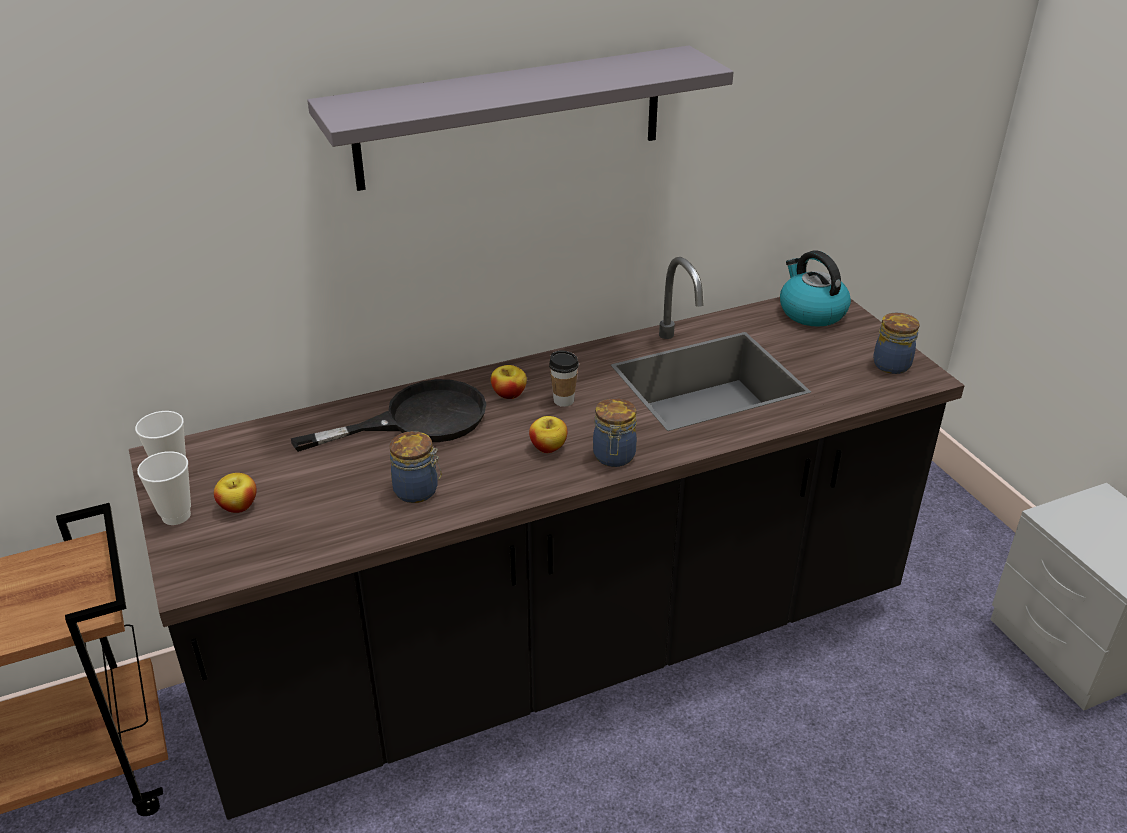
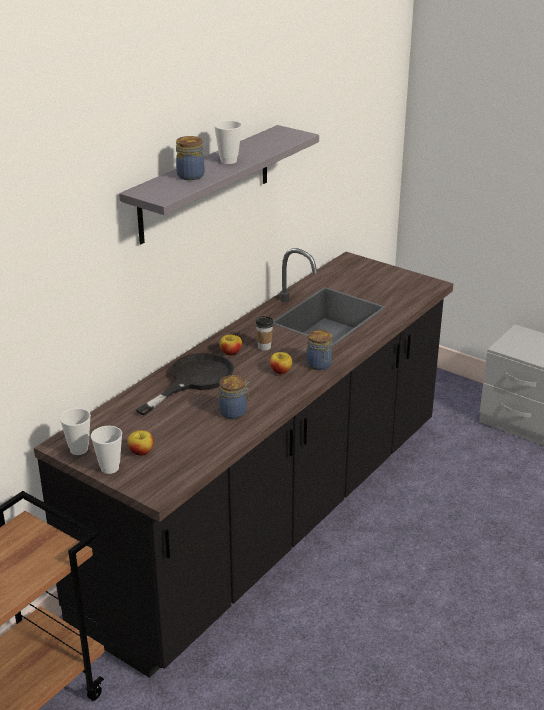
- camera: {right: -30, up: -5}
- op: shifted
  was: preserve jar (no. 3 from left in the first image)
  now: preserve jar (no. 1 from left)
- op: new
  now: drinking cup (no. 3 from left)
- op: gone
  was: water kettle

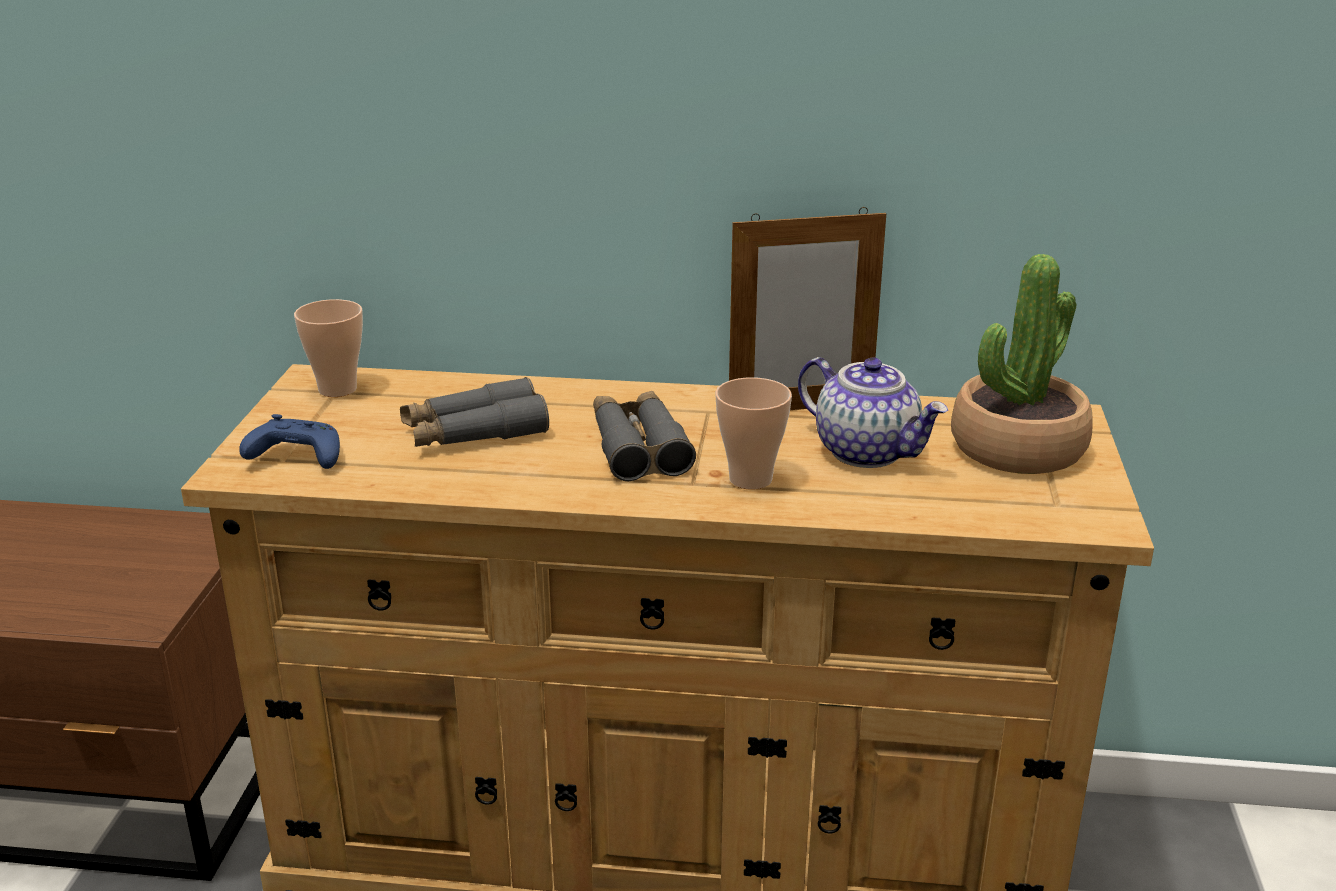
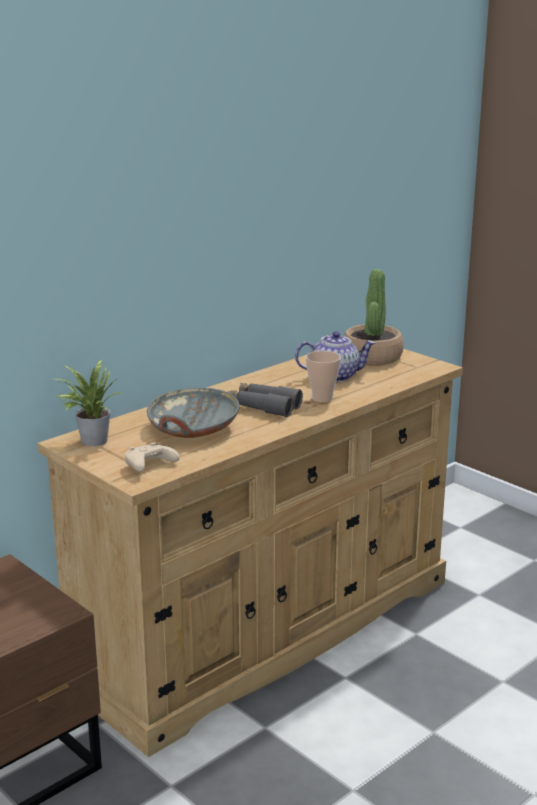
- camera: {right: -50, up: -5}
- op: swapped
  was: drinking cup (no. 1 from left)
  now: houseplant (no. 1 from left)
- op: repainted
  was: gamepad/blue-coloured
  now: gamepad/beige-coloured
- op: swapped
  was: pair of binoculars/grey (no. 1 from left)
  now: bowl/grey
- op: gone
  was: photo frame

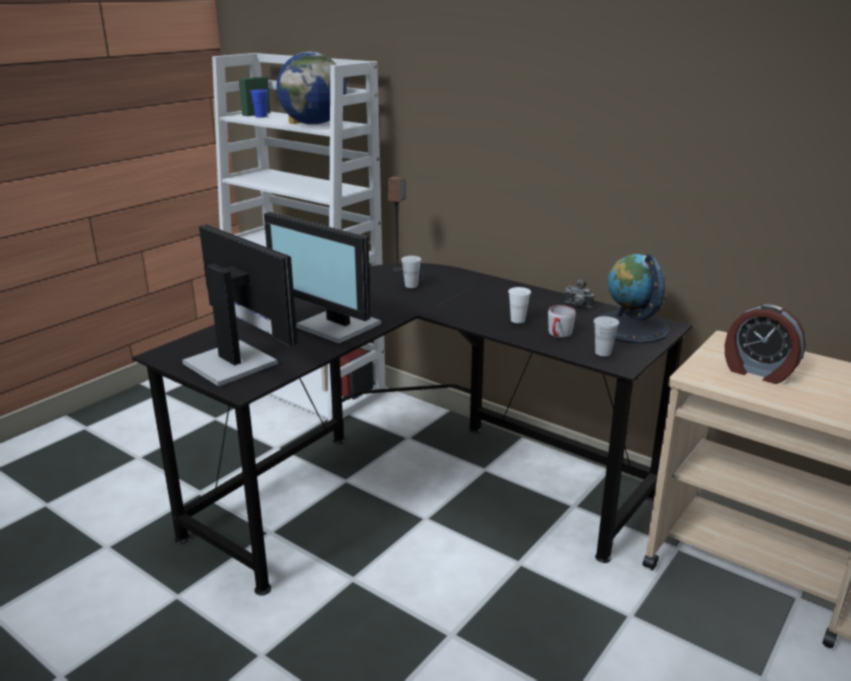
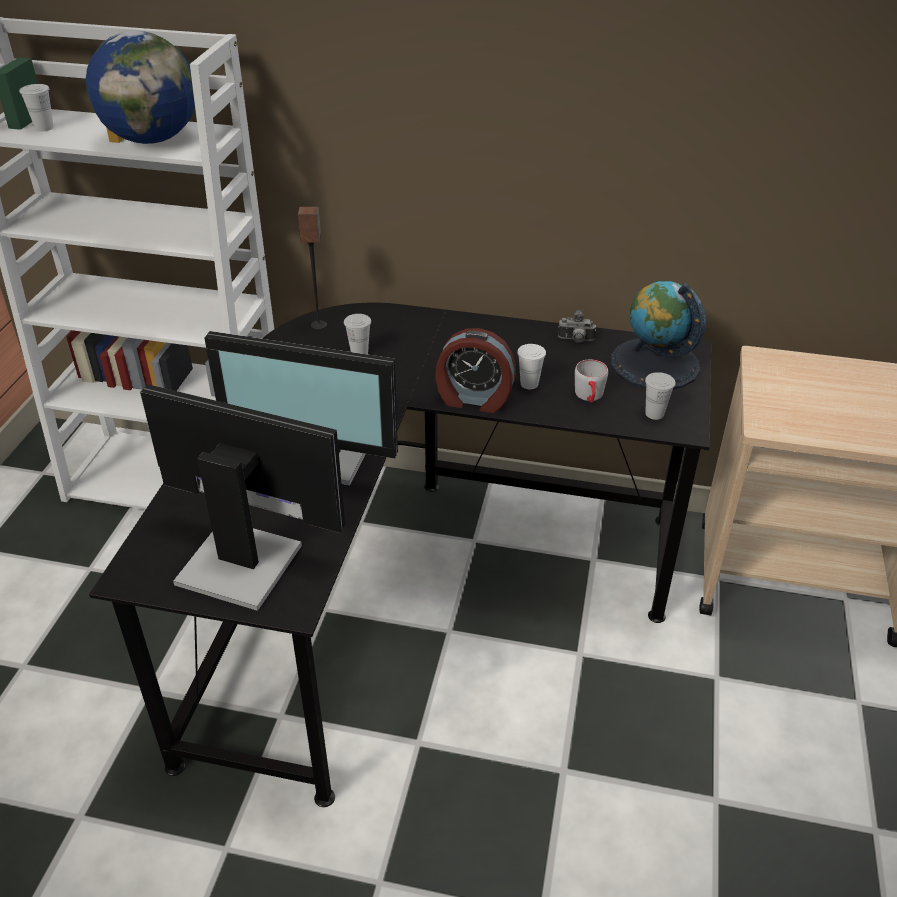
- camera: {right: -25, up: 15}
- op: repainted
  was: drinking cup/blue-coloured
  now: drinking cup/white (no. 1 from left)
- op: shifted
  was: bedside clock

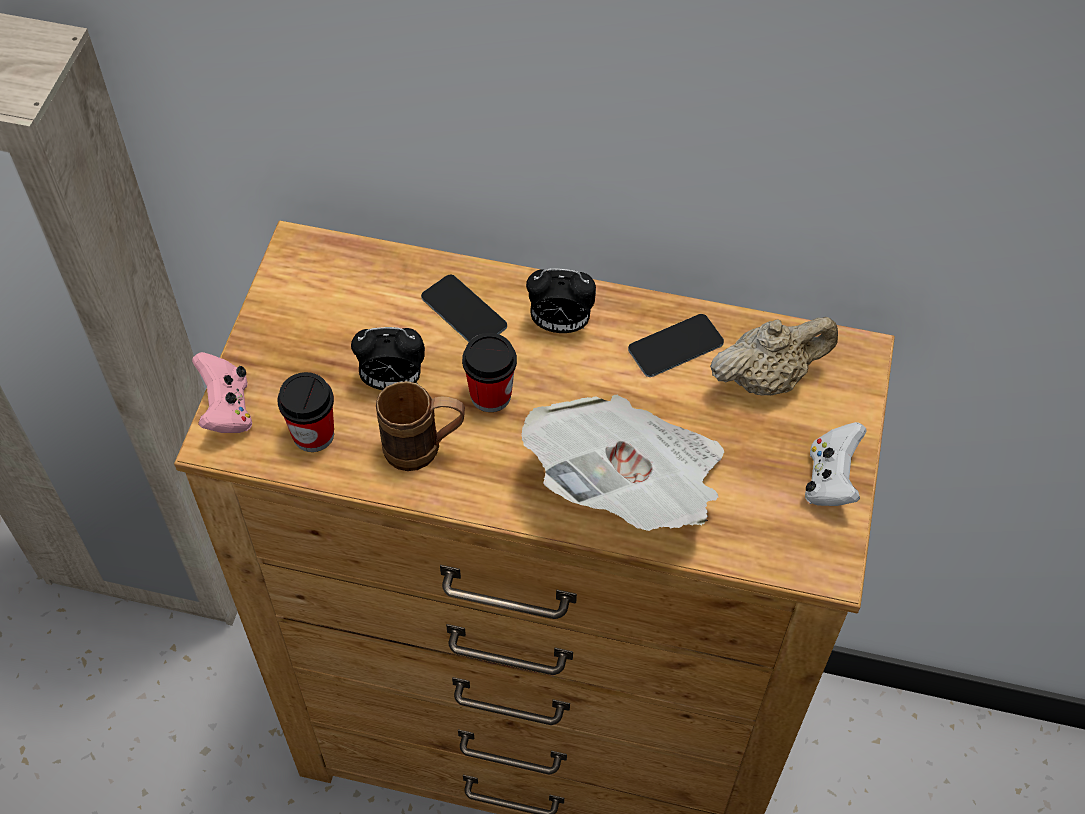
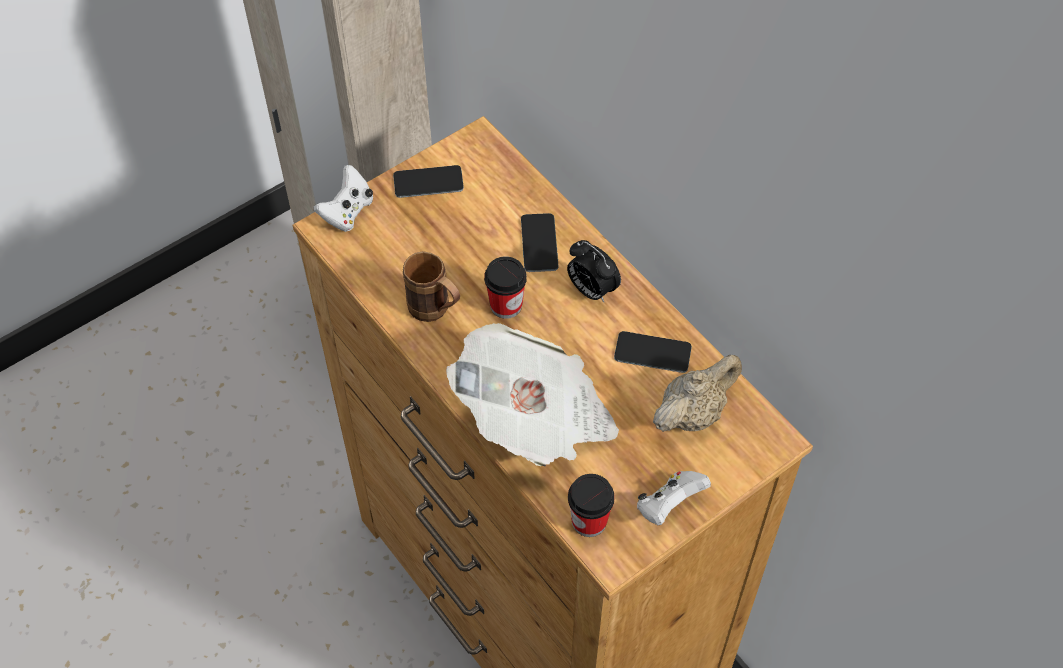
- camera: {right: 40, up: 0}
- op: repainted
  was: gamepad/pink-coloured
  now: gamepad/white (no. 1 from left)
- op: new
  now: telephone (no. 1 from left)
- op: shifted
  was: drinking cup (no. 1 from left in the first image)
  now: drinking cup (no. 2 from left)
- op: rotated
  was: teapot/beige-coloured
  clockwise: -60
- op: gone
  was: bedside clock (no. 1 from left)

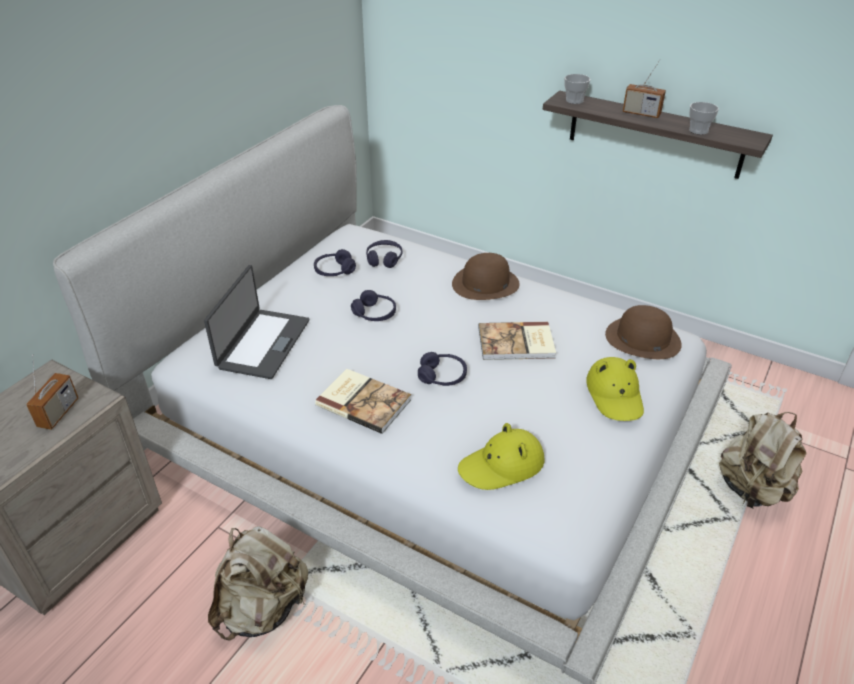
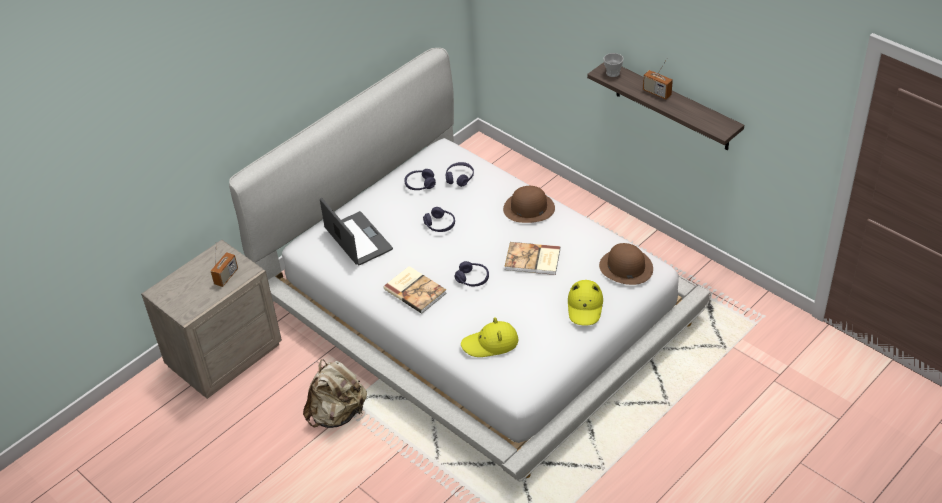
- camera: {right: 15, up: 5}
- op: rotated
  was: notebook computer
  clockwise: -60
- op: gone
  was: drinking cup (no. 2 from left)
- op: gone
  was: rucksack/beige-coloured (no. 2 from left)

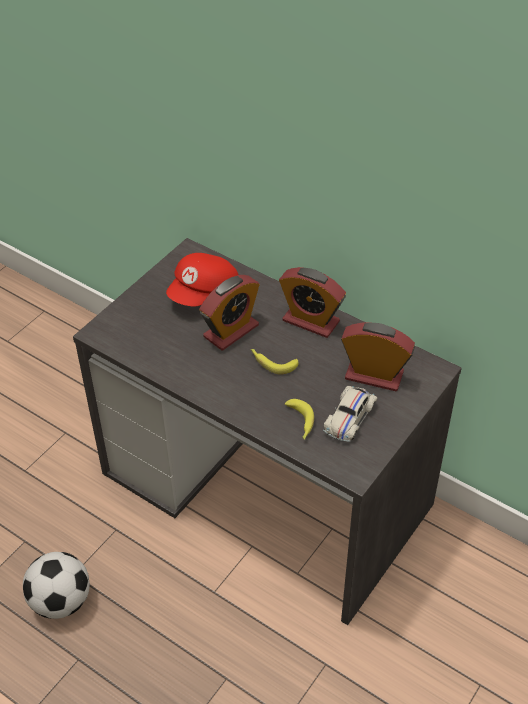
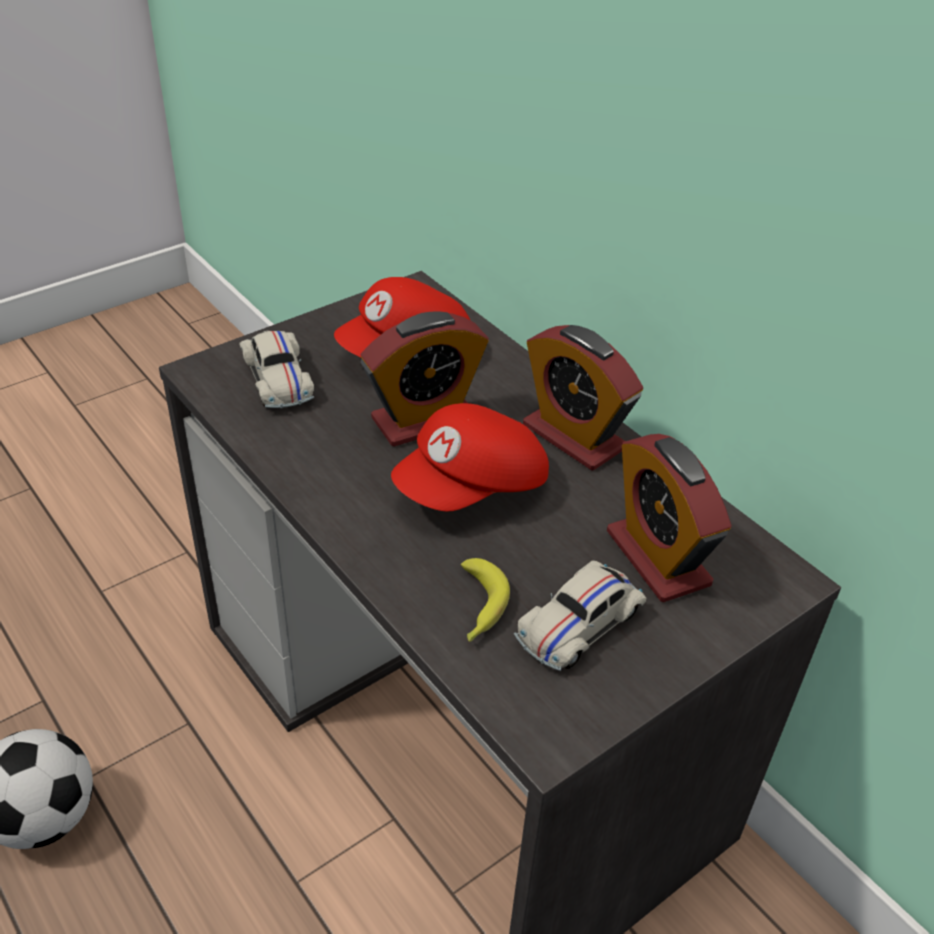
- camera: {right: 15, up: -5}
- op: new
  now: miniature car/white (no. 1 from left)
- op: swapped
  was: whole banana (no. 1 from left)
  now: peaked cap/reddish (no. 2 from left)
- op: rotated
  was: bedside clock (no. 3 from left)
  clockwise: -150

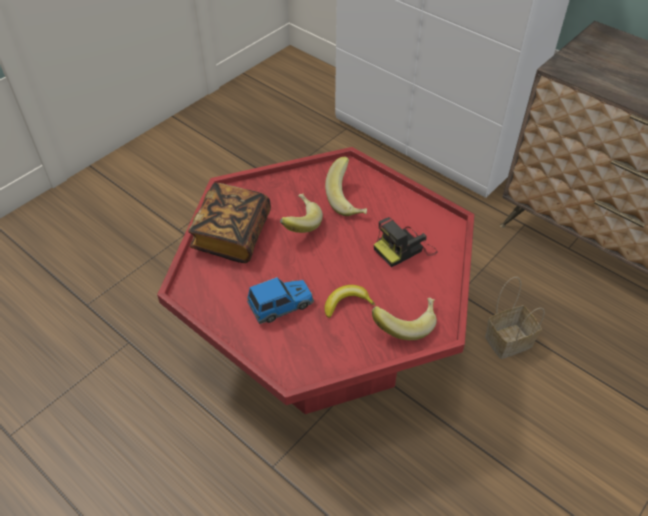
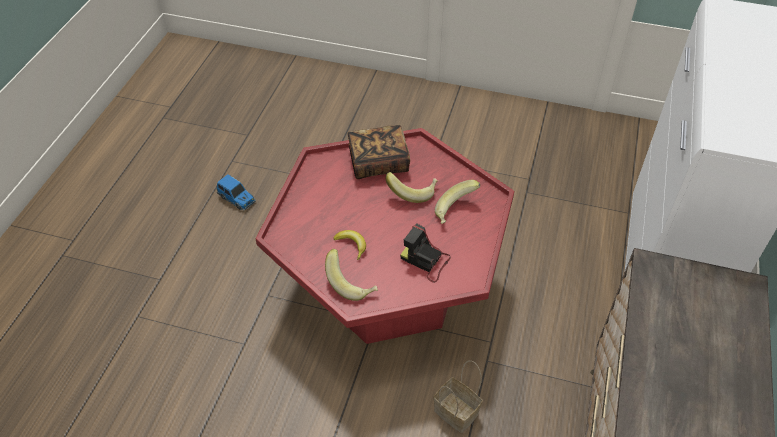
- camera: {right: 65, up: 0}
- op: shifted
  was: miniature car

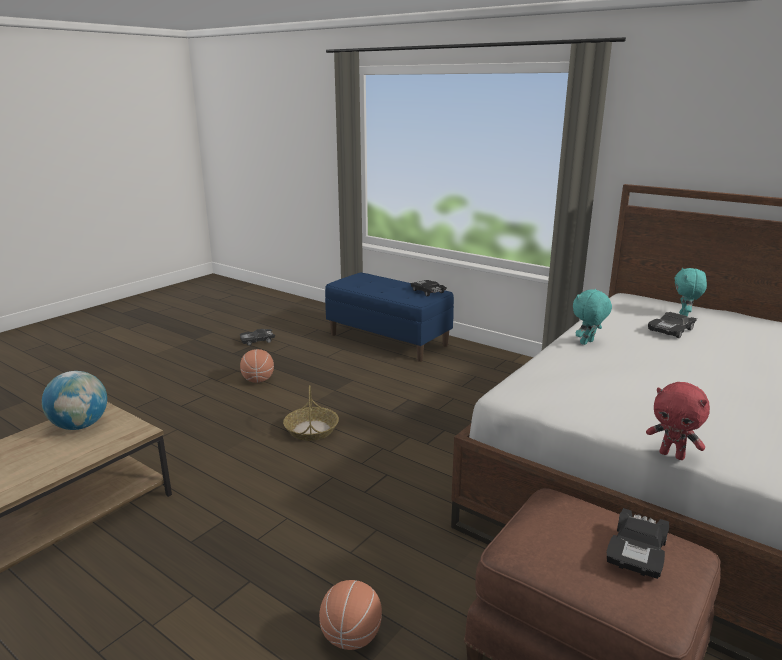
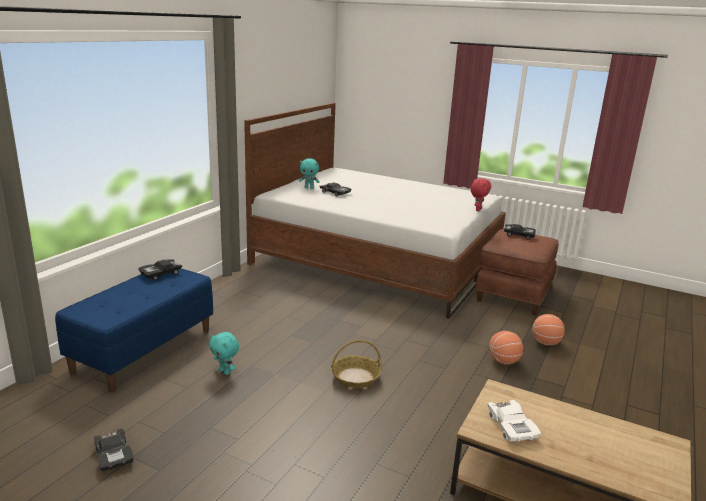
- camera: {right: -100, up: 0}
- op: shifted
  was: soft toy/turquoise (no. 1 from left)
- op: swapped
  was: desk globe
  now: miniature car/white
- op: shifted
  was: basketball ball (no. 1 from left)

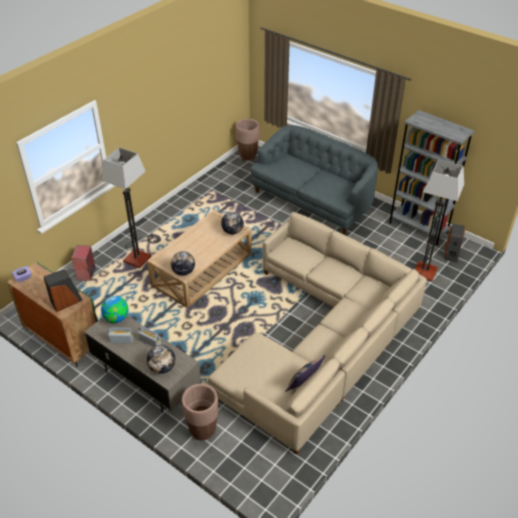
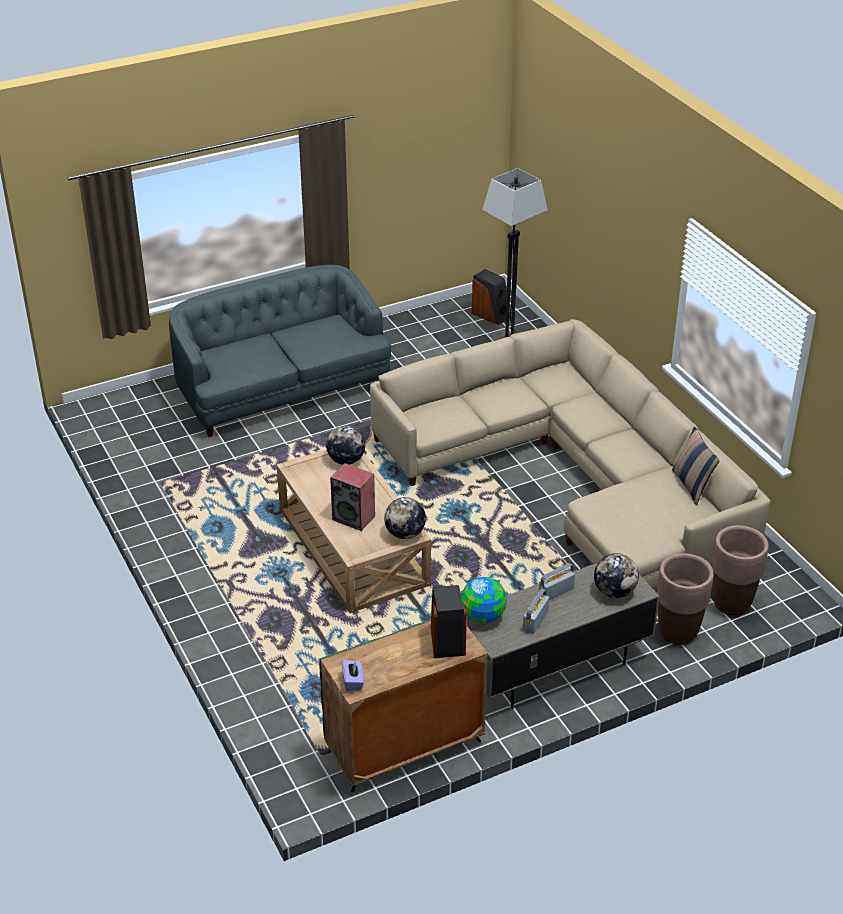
- camera: {right: -65, up: -5}
- op: shifted
  was: audio speaker (no. 2 from left in the first image)
  now: audio speaker (no. 1 from left)
- op: shifted
  was: planter/brownish (no. 2 from left)
- op: gone
  was: standard lamp (no. 1 from left)
- op: gone
  was: bookshelf/grey

